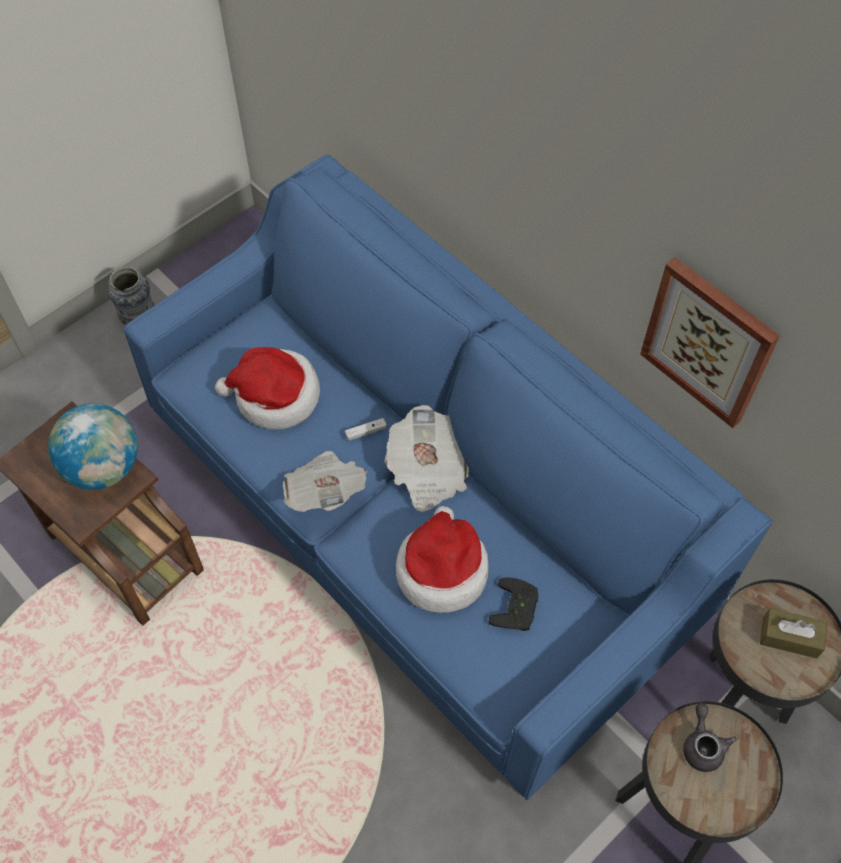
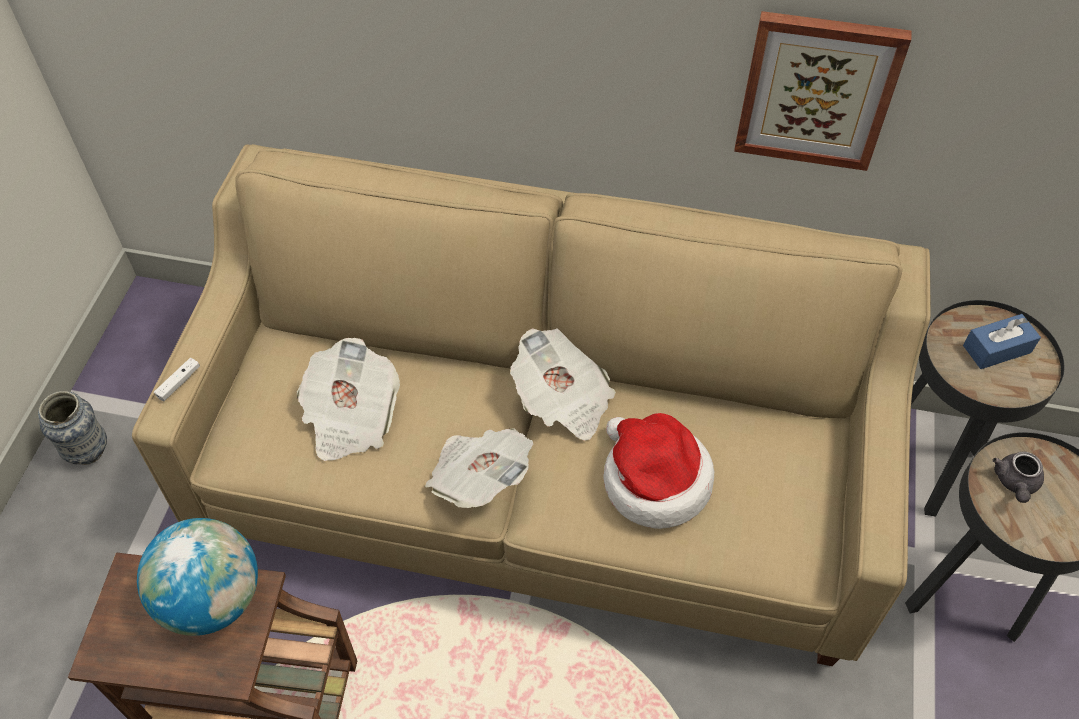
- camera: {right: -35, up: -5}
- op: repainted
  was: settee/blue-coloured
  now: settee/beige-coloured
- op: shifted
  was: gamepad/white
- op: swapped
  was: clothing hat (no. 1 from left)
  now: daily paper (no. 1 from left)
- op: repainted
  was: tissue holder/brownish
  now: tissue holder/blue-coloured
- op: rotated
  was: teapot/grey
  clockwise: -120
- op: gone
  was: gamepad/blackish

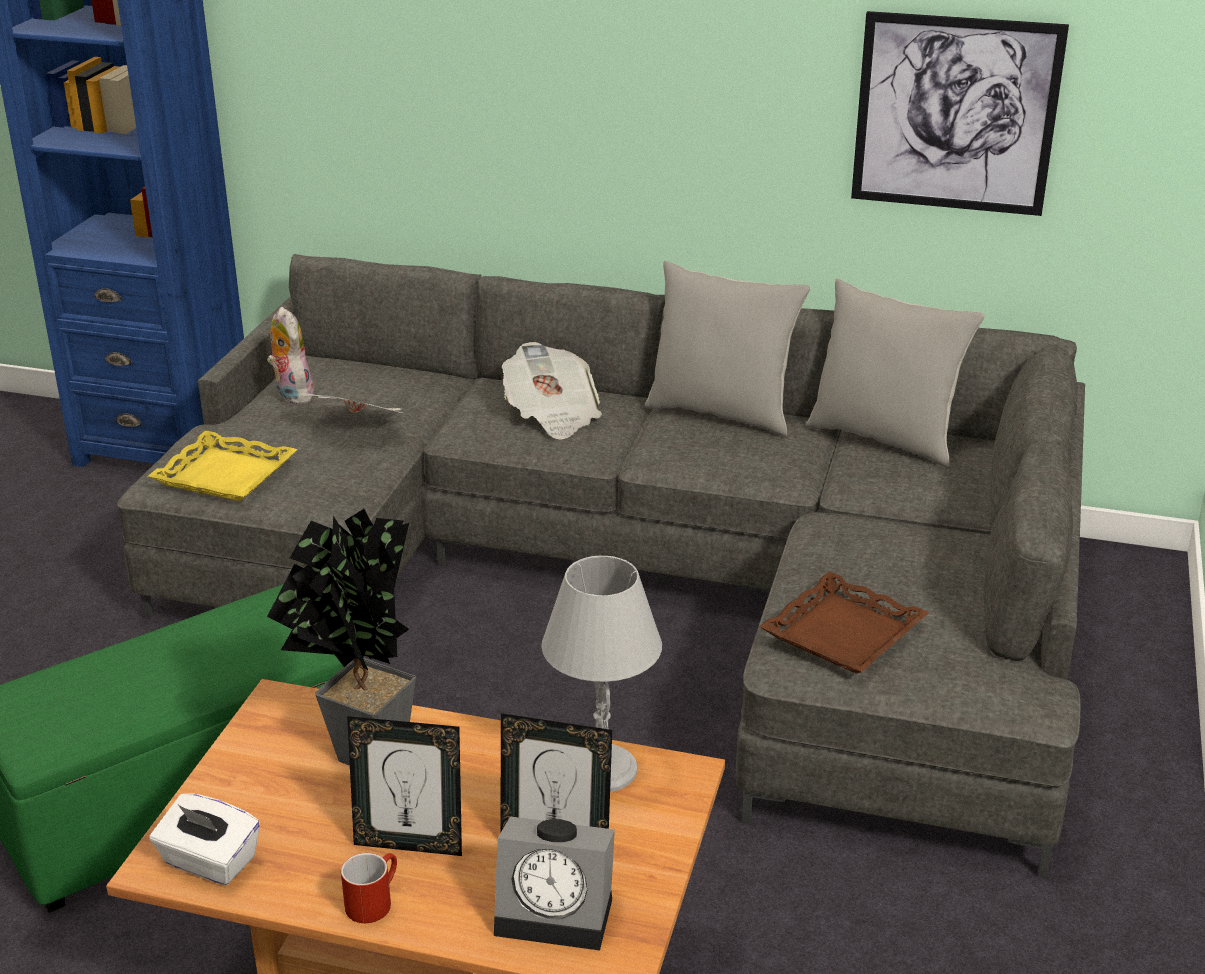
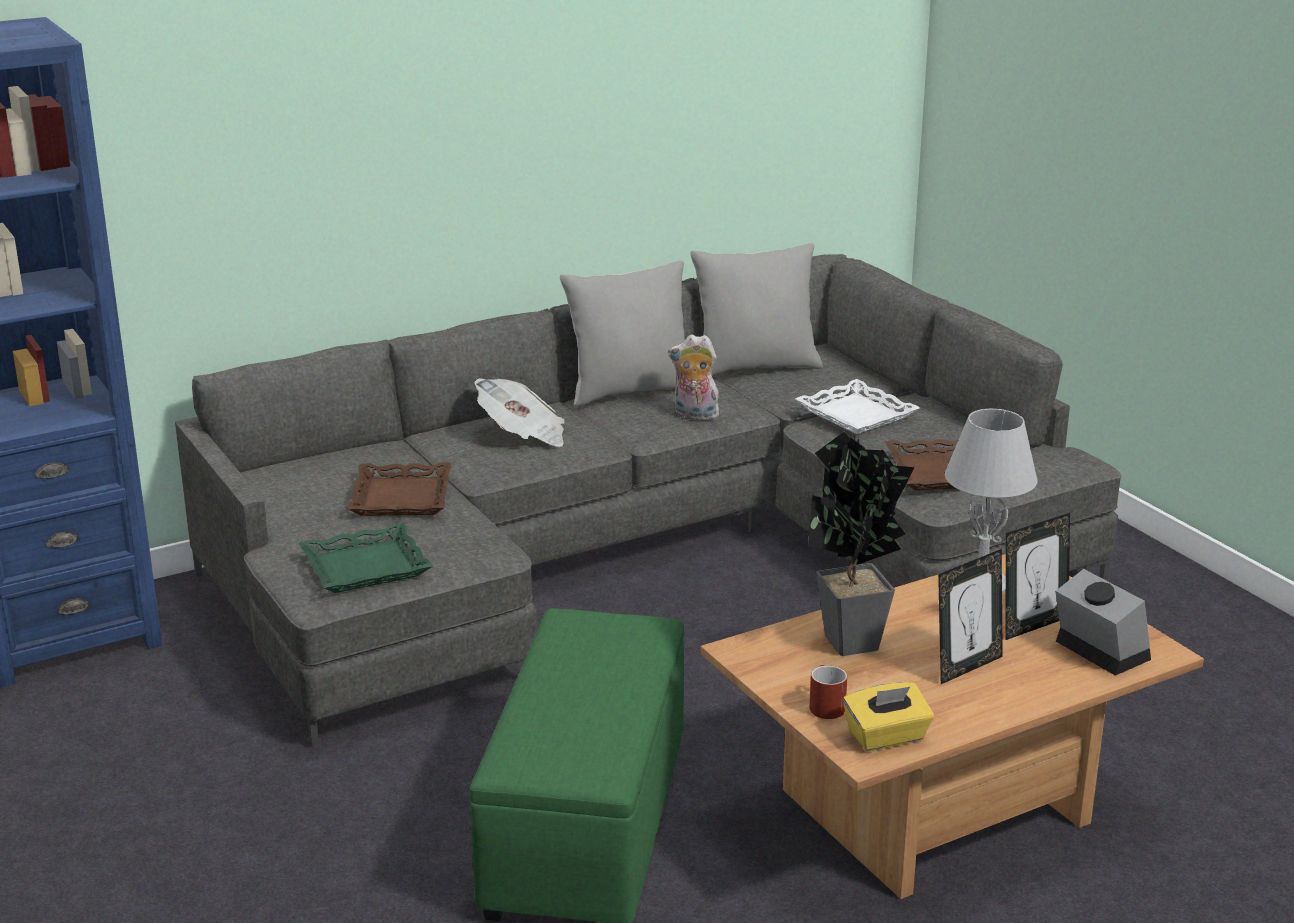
- camera: {right: -45, up: -5}
- op: repainted
  was: serving tray/yellow
  now: serving tray/green-coloured
- op: swapped
  was: daily paper (no. 1 from left)
  now: serving tray/brownish (no. 1 from left)
- op: shifted
  was: soft toy
- op: new
  now: serving tray/white
- op: shifted
  was: coffee mug/reddish
- op: repainted
  was: tissue holder/white
  now: tissue holder/yellow
- op: rotated
  was: bedside clock
  clockwise: -90
- op: gone
  was: picture

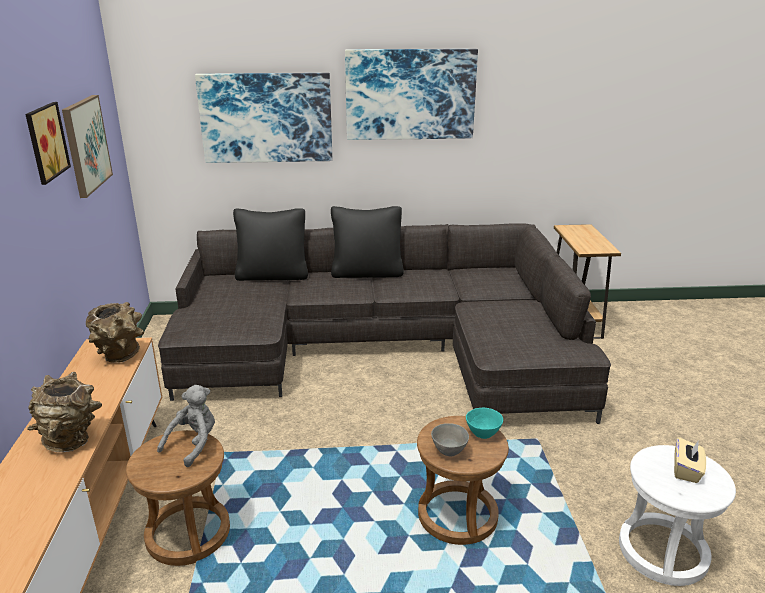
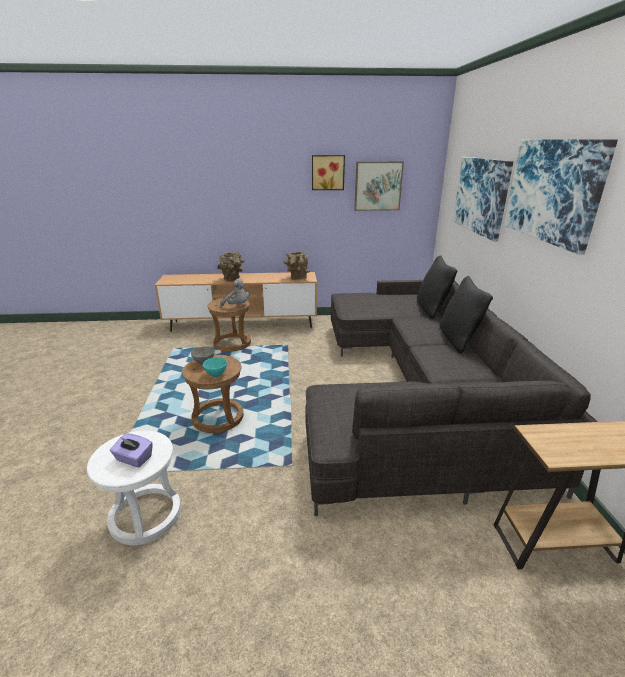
- camera: {right: 90, up: 0}
- op: repainted
  was: tissue holder/beige-coloured
  now: tissue holder/purple

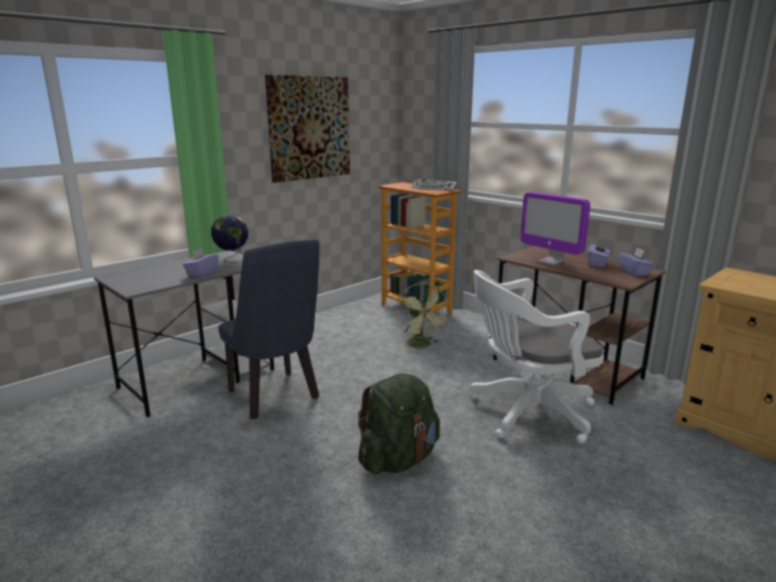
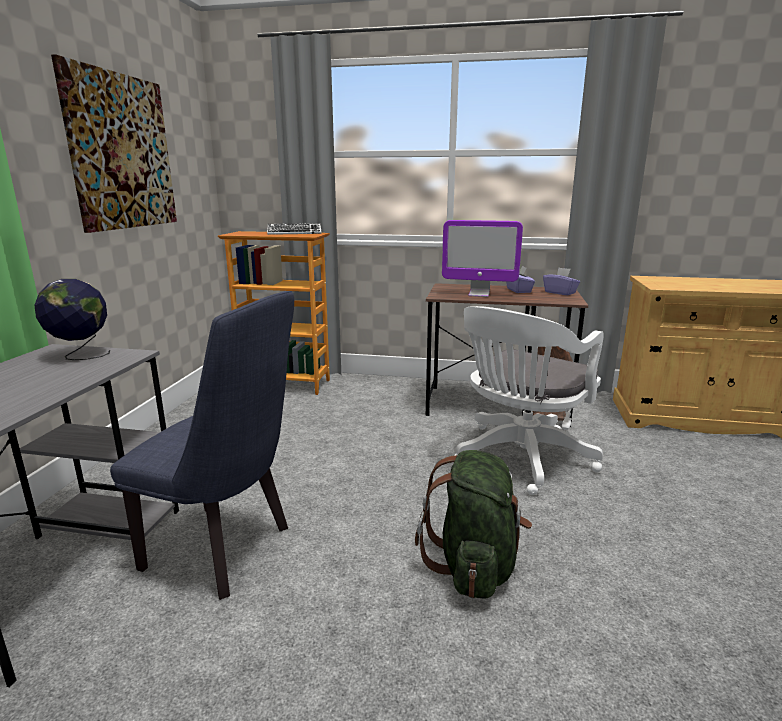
- camera: {right: -35, up: 0}
- op: gone
  was: tissue holder/purple (no. 1 from left)
- op: gone
  was: electric fan/green-coloured

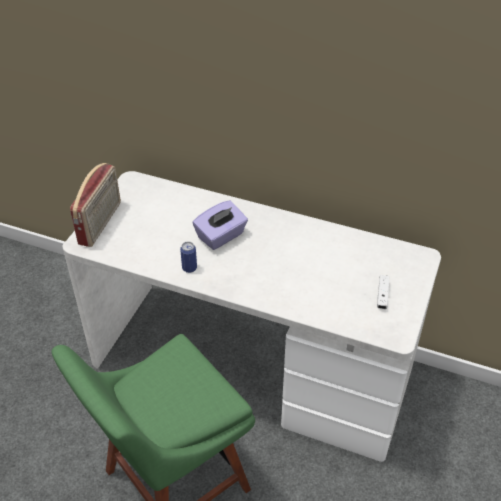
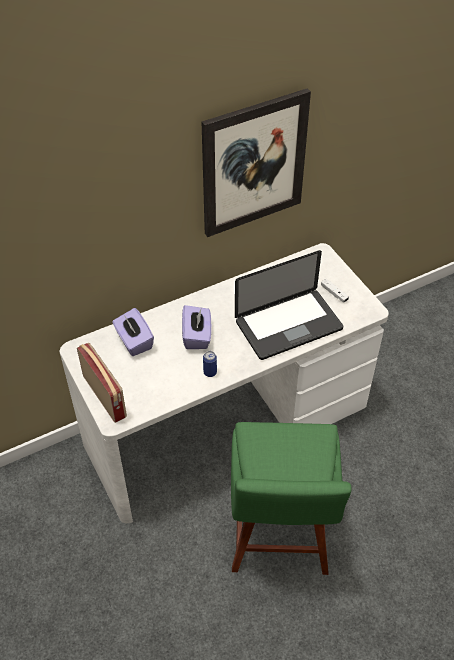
- camera: {right: -50, up: 5}
- op: new
  now: tissue holder/purple (no. 1 from left)
- op: new
  now: picture
- op: new
  now: notebook computer

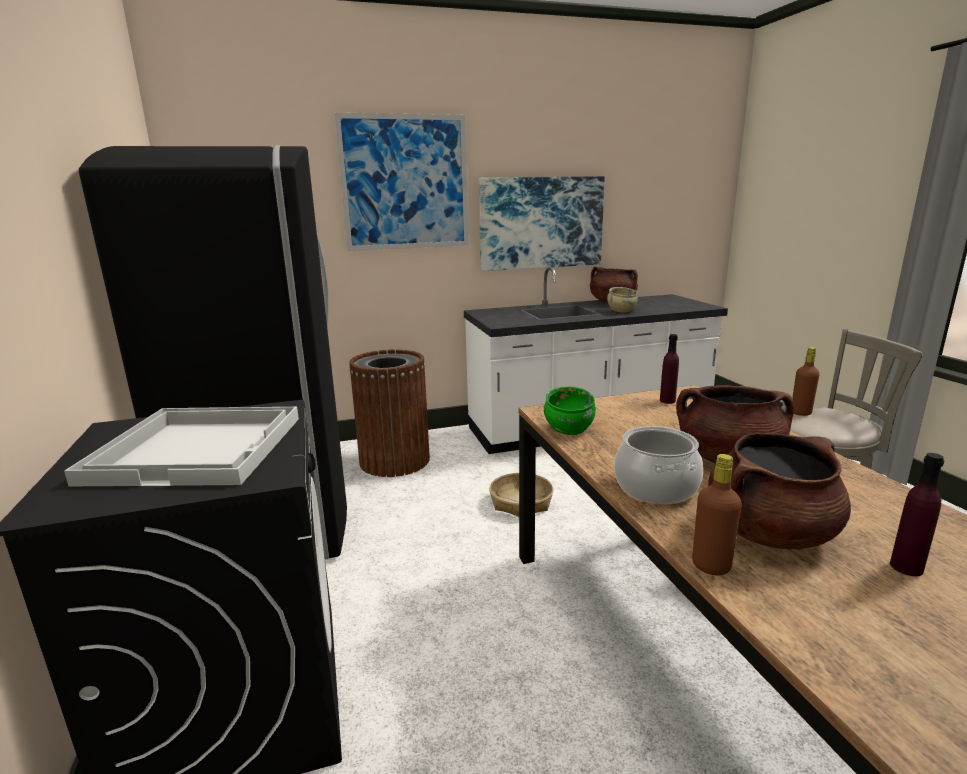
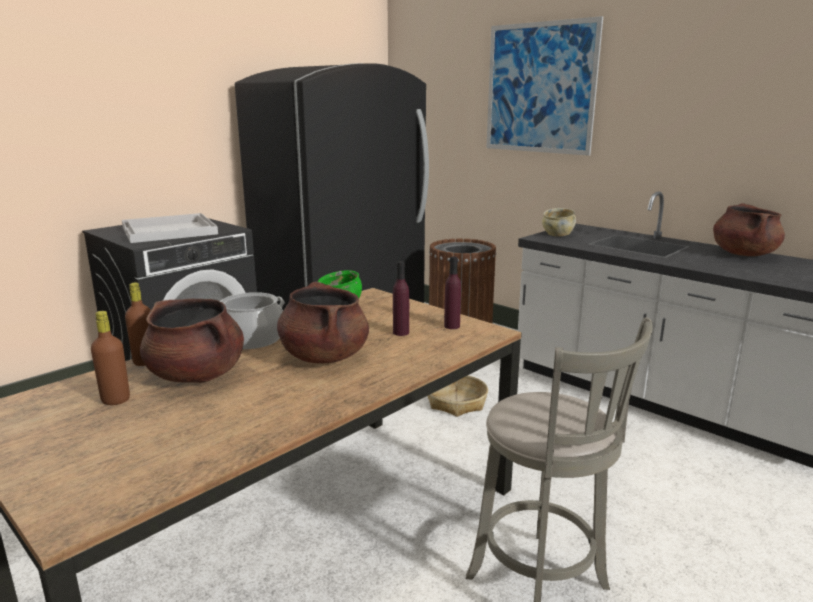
- camera: {right: 60, up: 0}
- op: shifted
  was: drink bottle/brownish (no. 2 from left in the first image)
  now: drink bottle/brownish (no. 1 from left)
- op: shifted
  was: drink bottle/purple (no. 2 from left in the first image)
  now: drink bottle/purple (no. 1 from left)
- op: shifted
  was: bowl/beige-coloured
- op: gone
  was: picture (no. 2 from left)

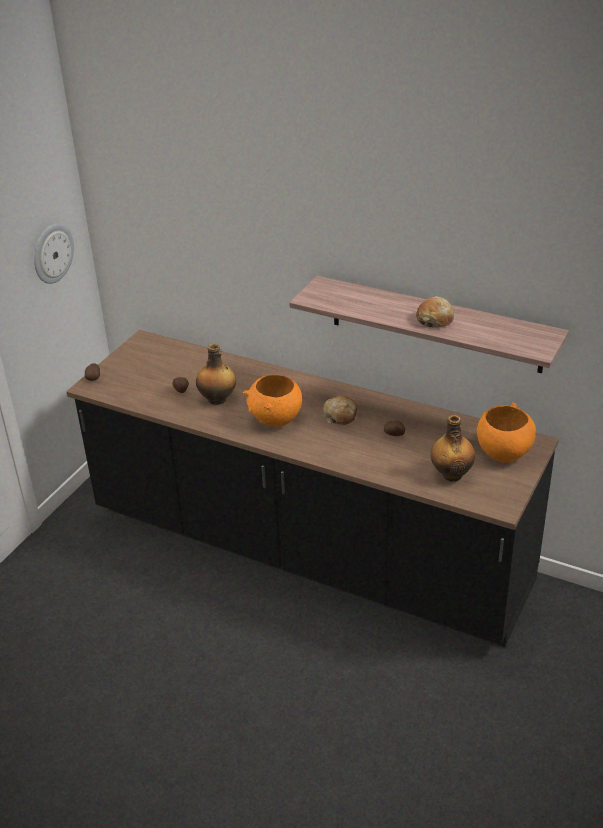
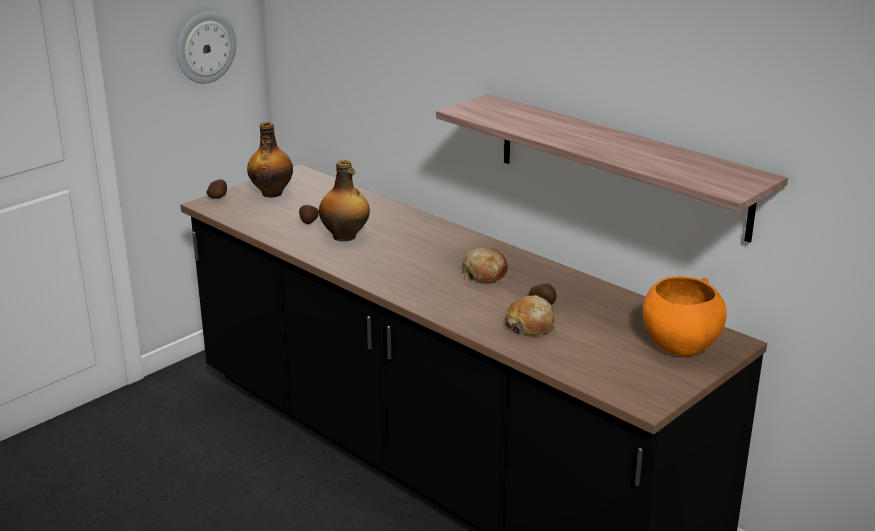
- camera: {right: 15, up: -10}
- op: shifted
  was: drink bottle (no. 2 from left in the first image)
  now: drink bottle (no. 1 from left)
- op: shifted
  was: bread (no. 2 from left)
- op: gone
  was: bowl/orangey (no. 1 from left)

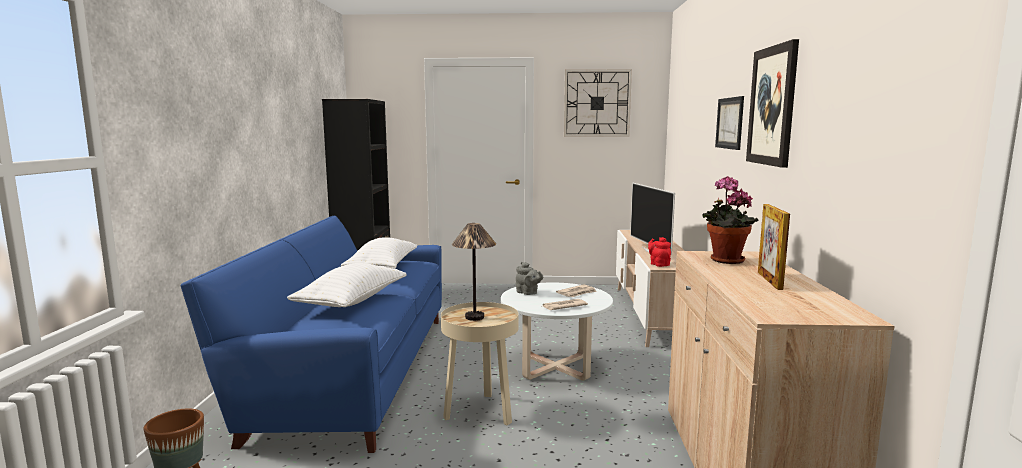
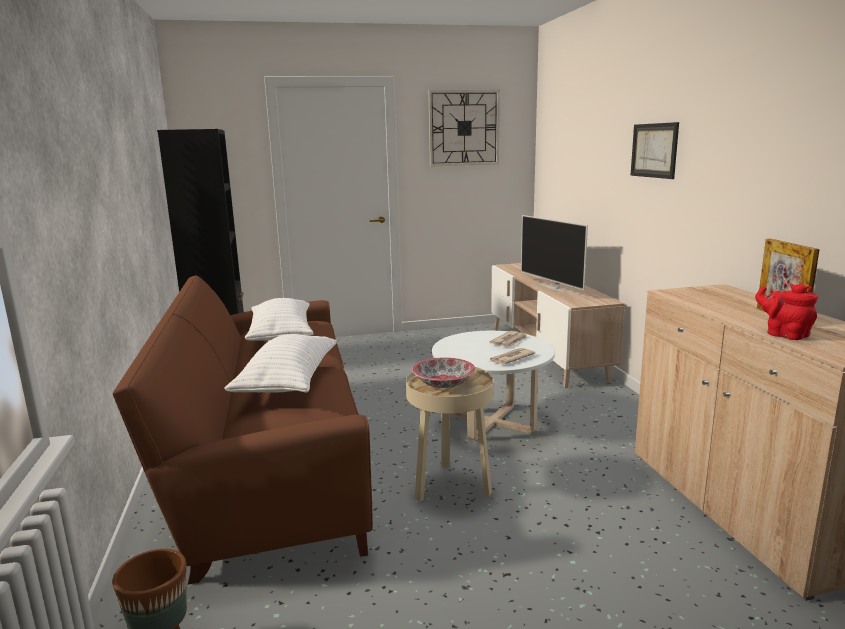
- camera: {right: -15, up: 5}
- op: repainted
  was: settee/blue-coloured
  now: settee/brownish
- op: swapped
  was: lamp for a table
  now: bowl
- op: shifted
  was: teapot/reddish
- op: gone
  was: teapot/grey
- op: gone
  was: houseplant
- op: gone
  was: picture (no. 2 from left)

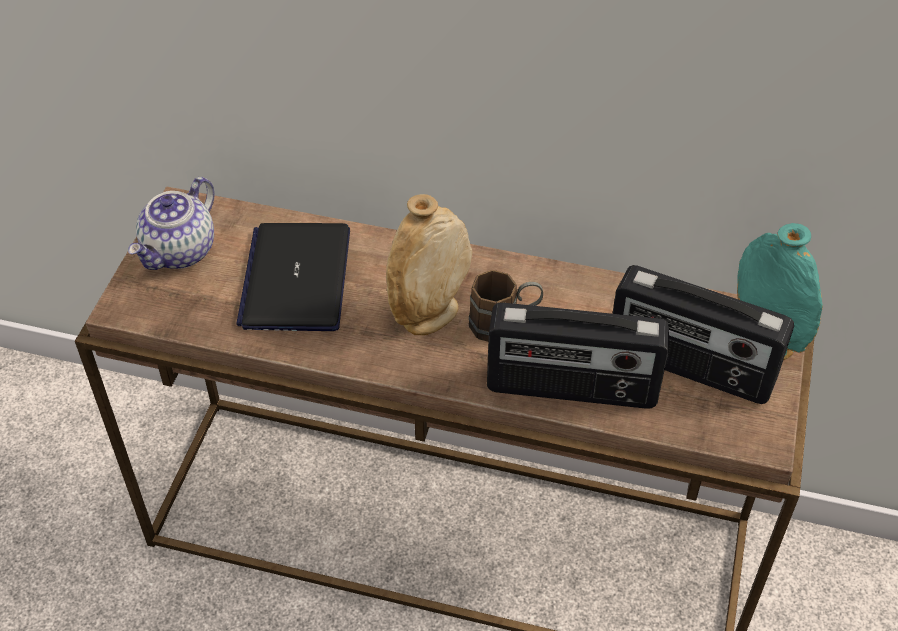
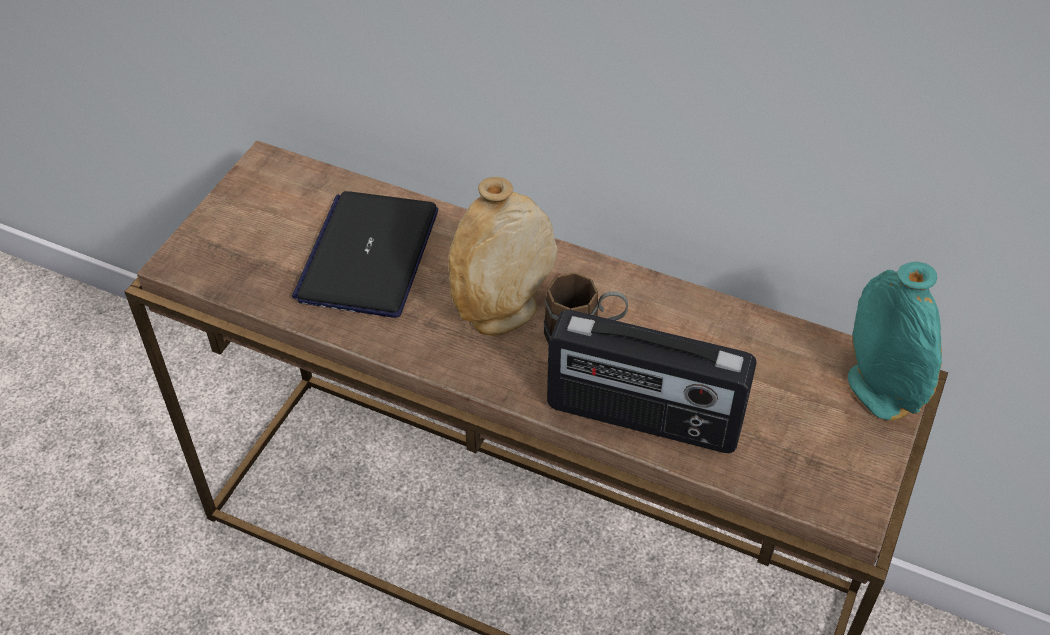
- camera: {right: 10, up: 0}
- op: gone
  was: teapot
- op: gone
  was: radio (no. 2 from left)

